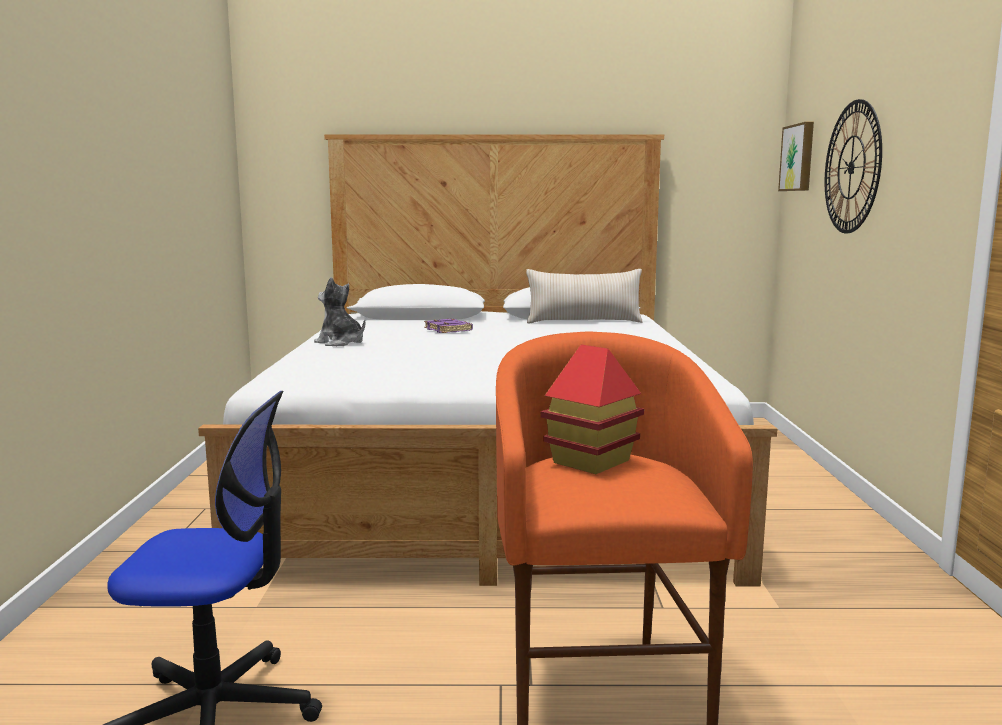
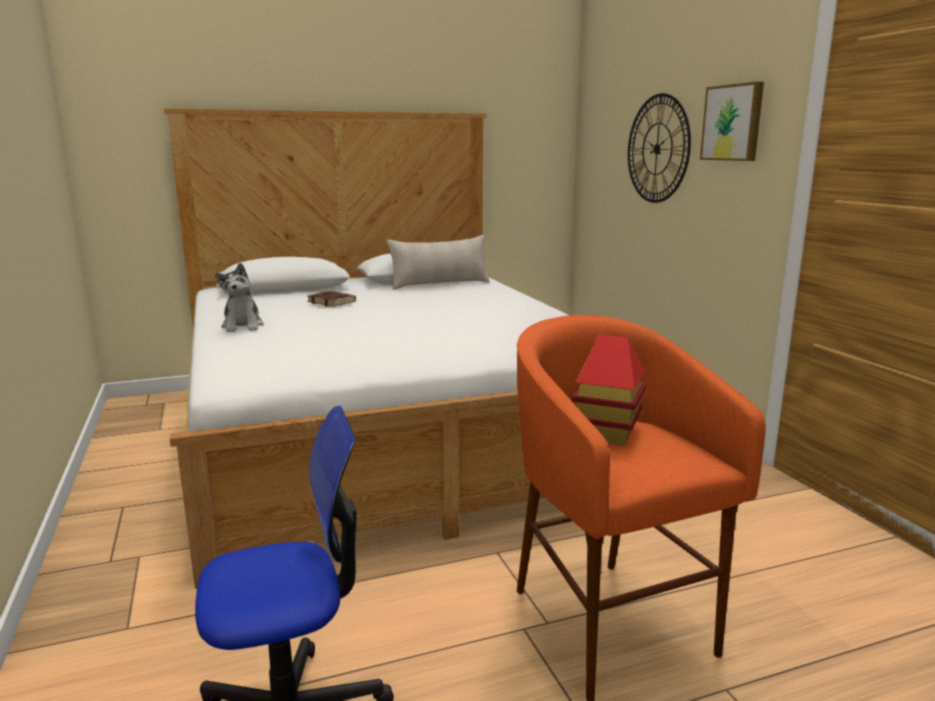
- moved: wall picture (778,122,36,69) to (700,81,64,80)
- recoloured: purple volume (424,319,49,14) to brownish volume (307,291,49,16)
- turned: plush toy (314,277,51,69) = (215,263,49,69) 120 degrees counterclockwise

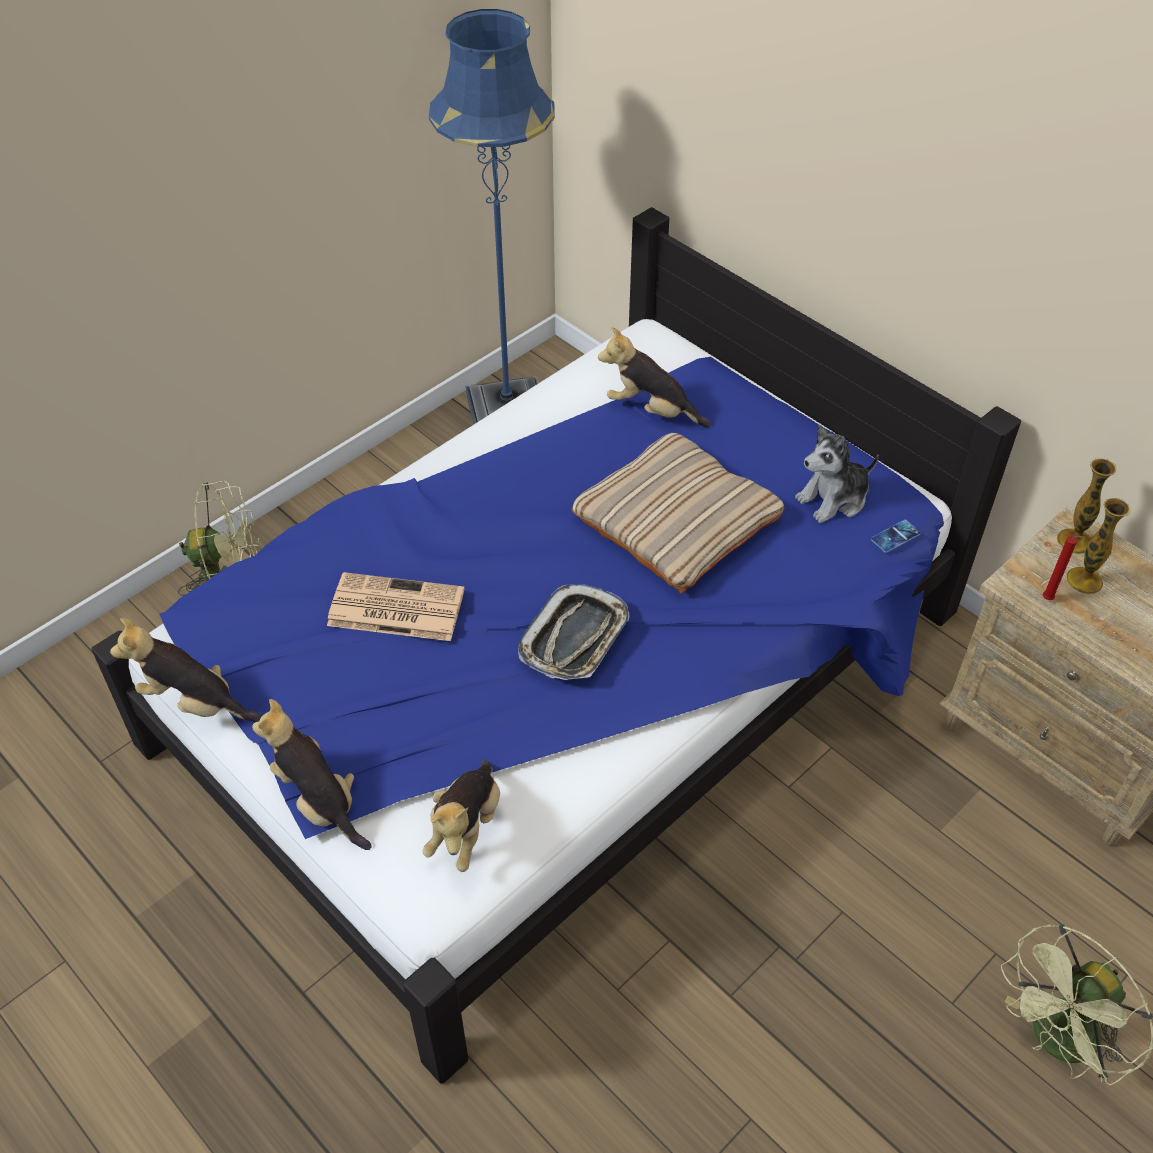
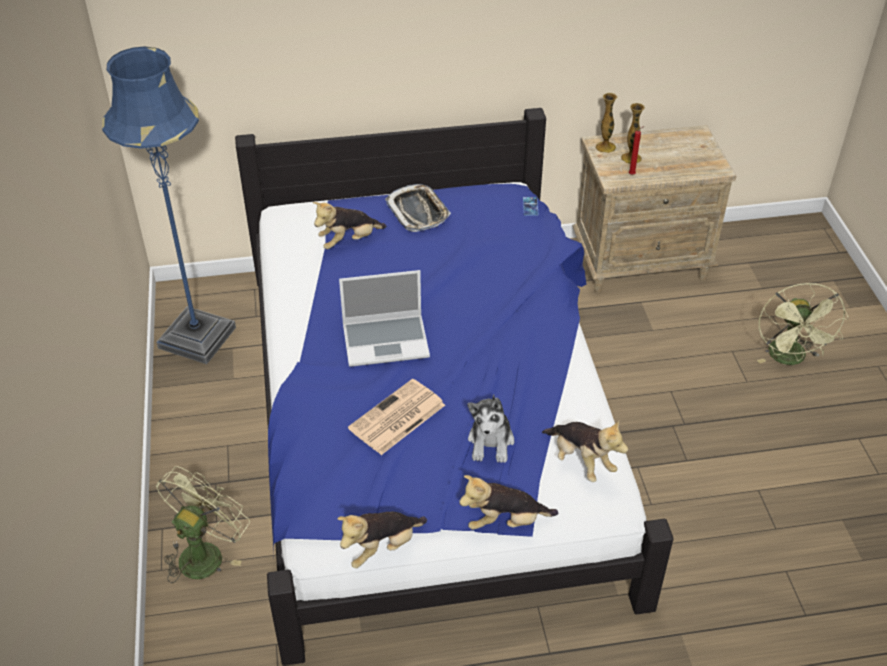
- removed: beige-coloured throw pillow (572,433,213,161)
- added: notebook computer (339,270,91,97)
- moved: serving tray (518,584,112,96) to (385,184,66,48)
- moved: plush toy (795,425,84,98) to (467,394,47,69)

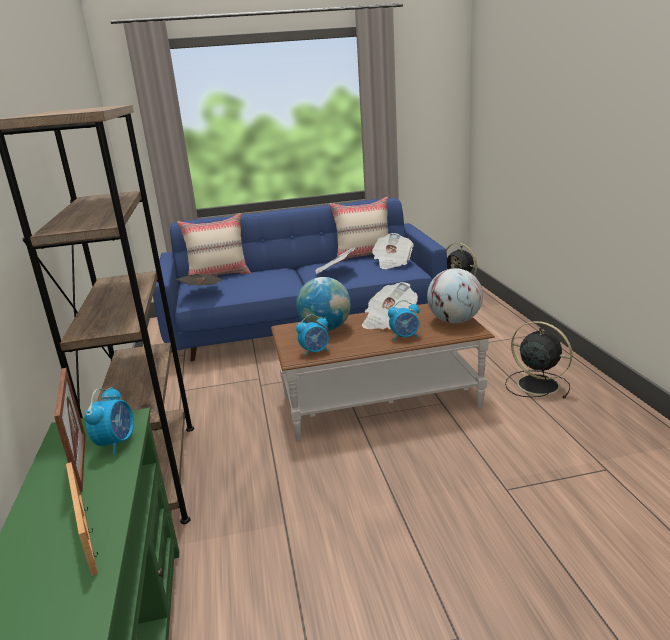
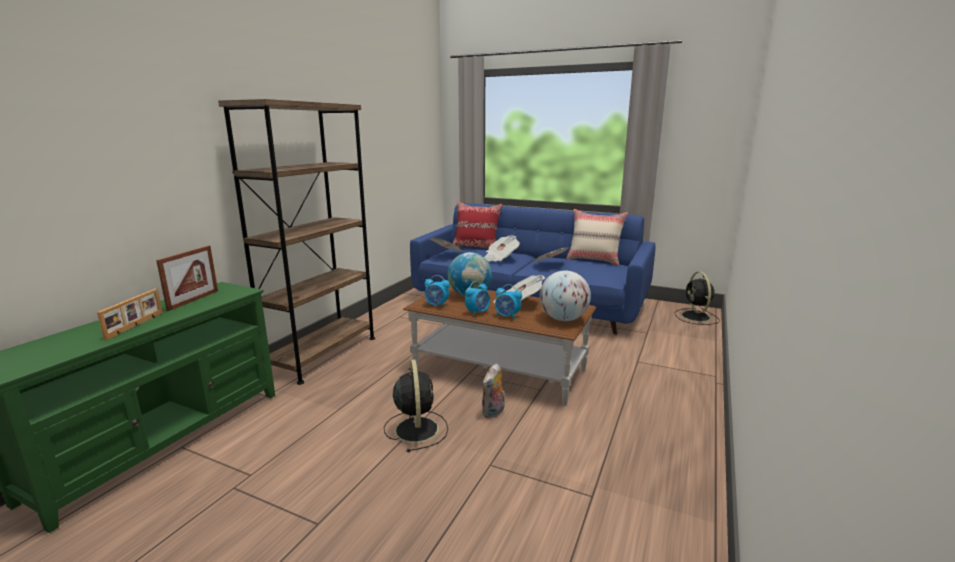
- added: plush toy (482,363,23,55)
- moved: alarm clock (84,387,50,68) to (465,281,25,35)
- moved: printed paper (372,233,42,36) to (484,235,36,26)
- moved: black-coloured cooling fan (505,321,67,77) to (384,359,64,93)
- recoloured: beige-coloured throw pillow (177,213,74,63) to reddish throw pillow (453,202,50,47)

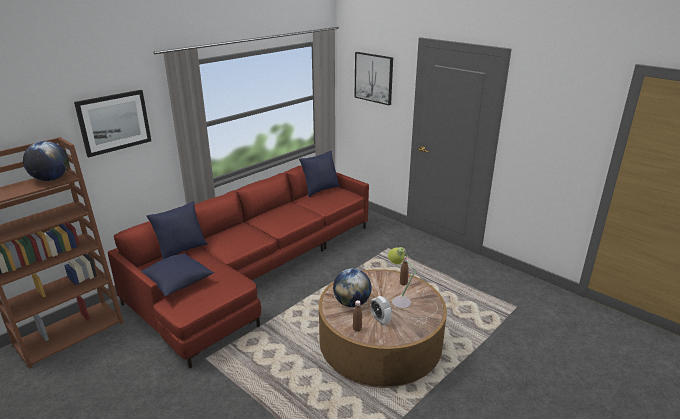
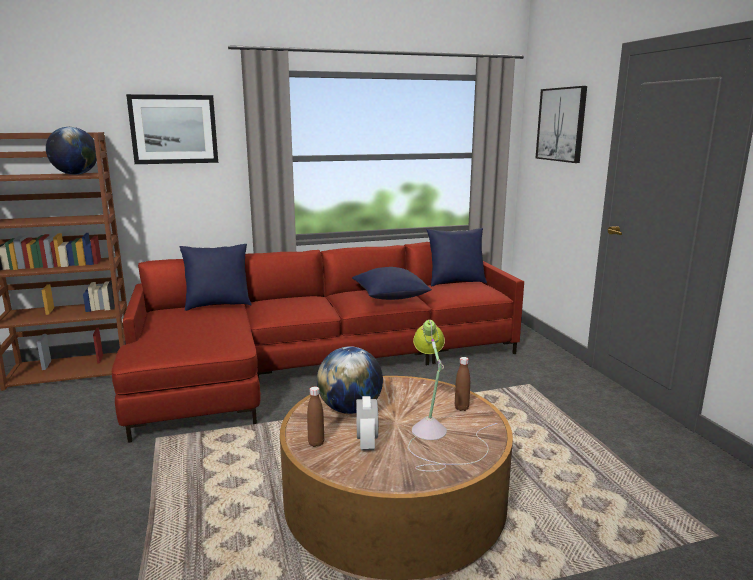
- moved: bluish throw pillow (141,253,73,43) to (352,267,80,33)

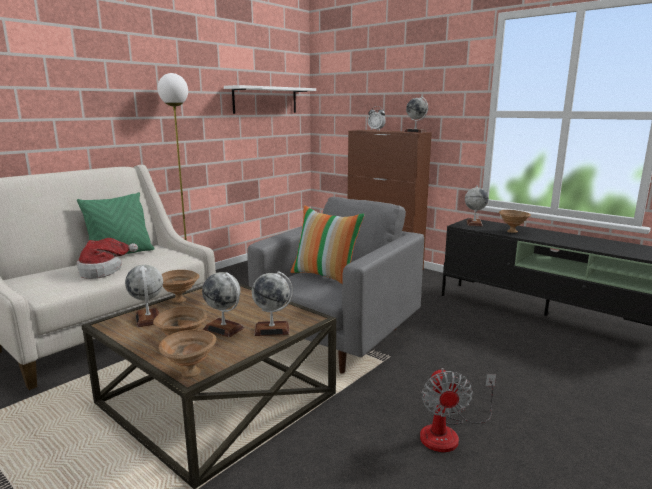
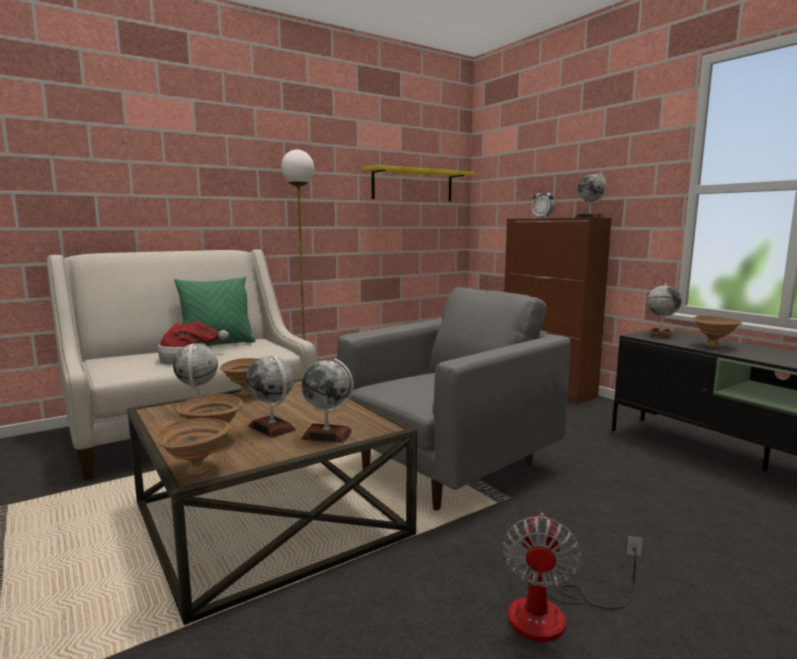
- removed: throw pillow (291,205,74,79)
- recoloured: white-coloured bracket shelf (224,85,92,29) to yellow bracket shelf (362,165,113,37)

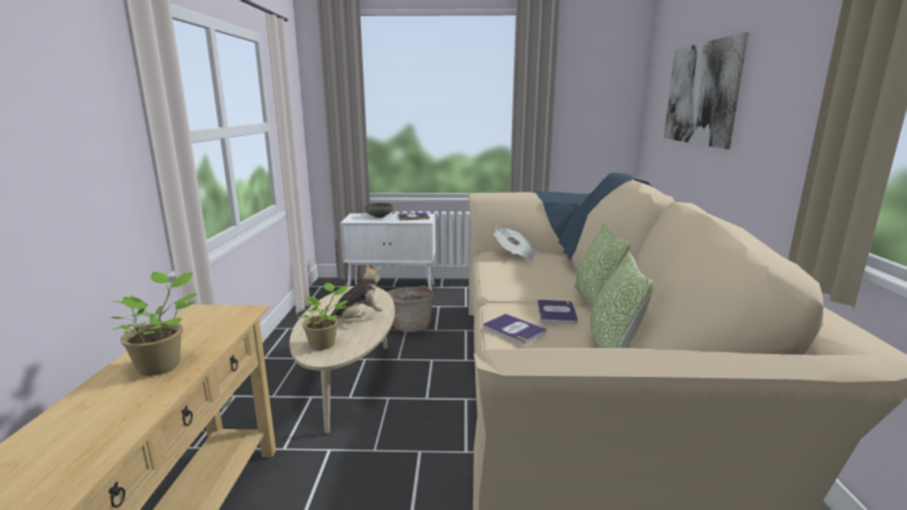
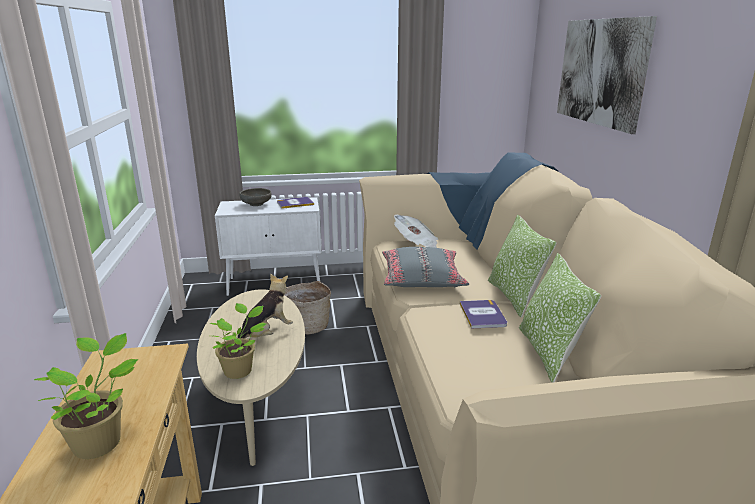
- removed: volume (483,314,64,30)
- added: greyish throw pillow (382,247,87,41)

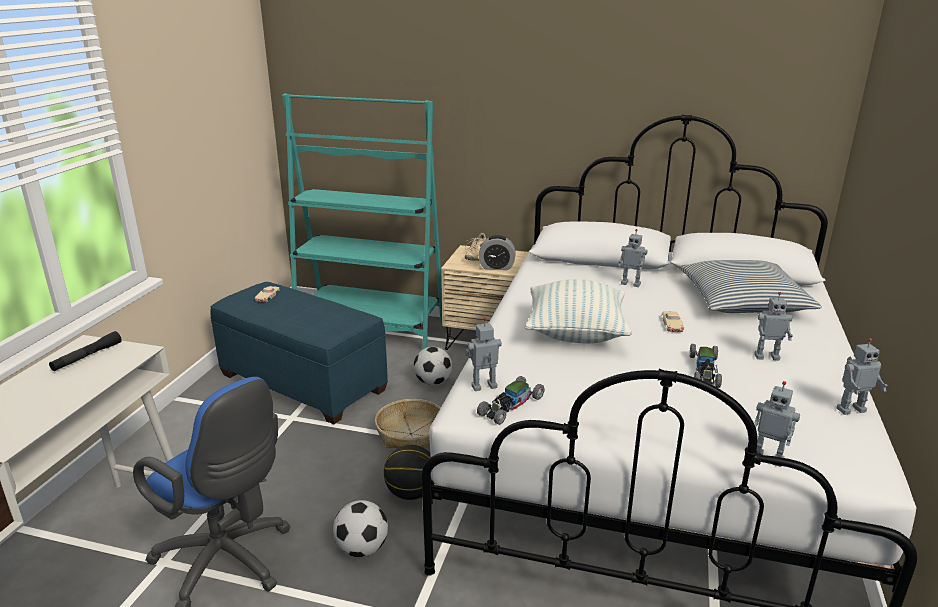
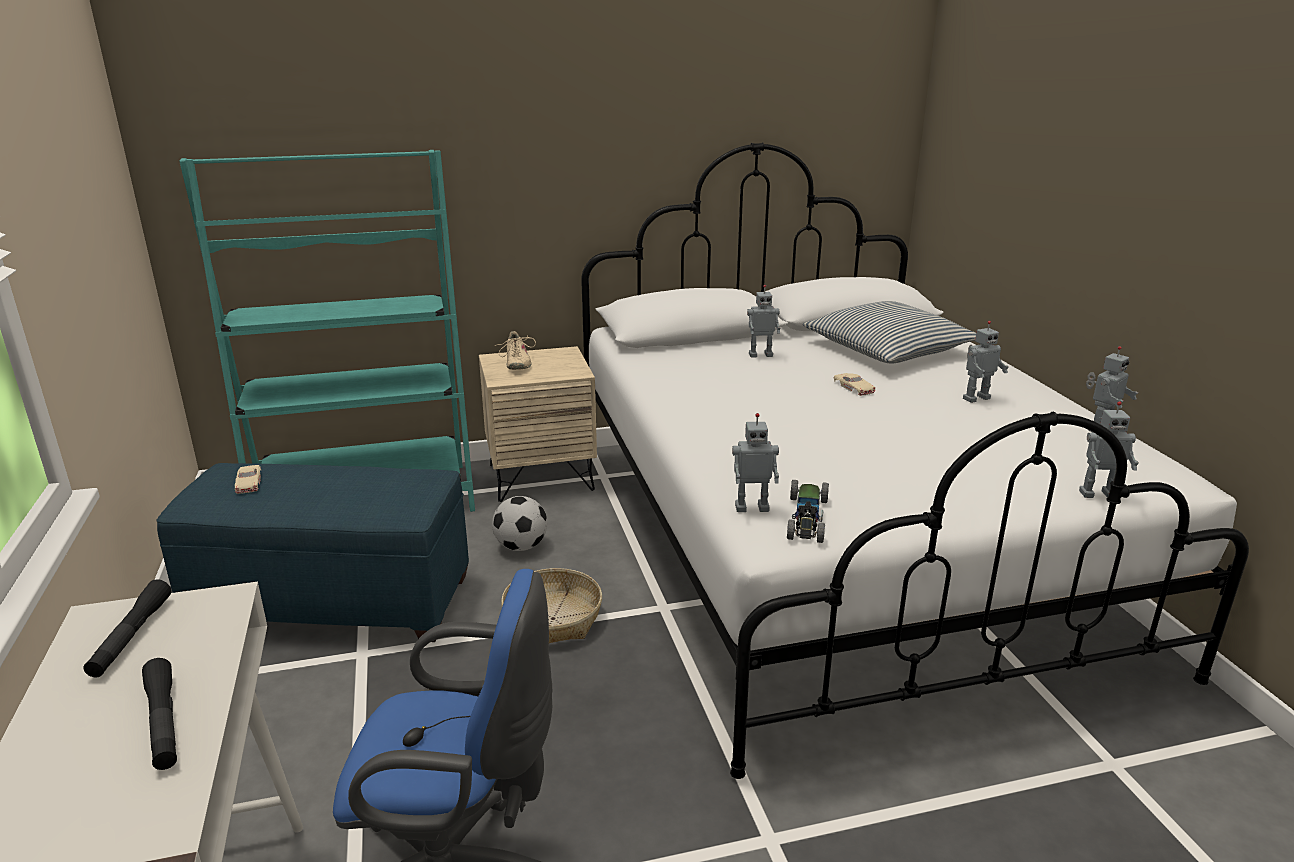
- removed: football (333,500,55,57)
- removed: ball for basketball (384,445,48,55)
- removed: alarm clock (479,235,37,36)
- removed: throw pillow (525,279,107,65)
- removed: miniature car (690,344,32,44)
- added: black-coloured hand torch (142,658,35,112)
- turned: robot figure (465,318,37,73) = (732,413,47,99) 135 degrees counterclockwise

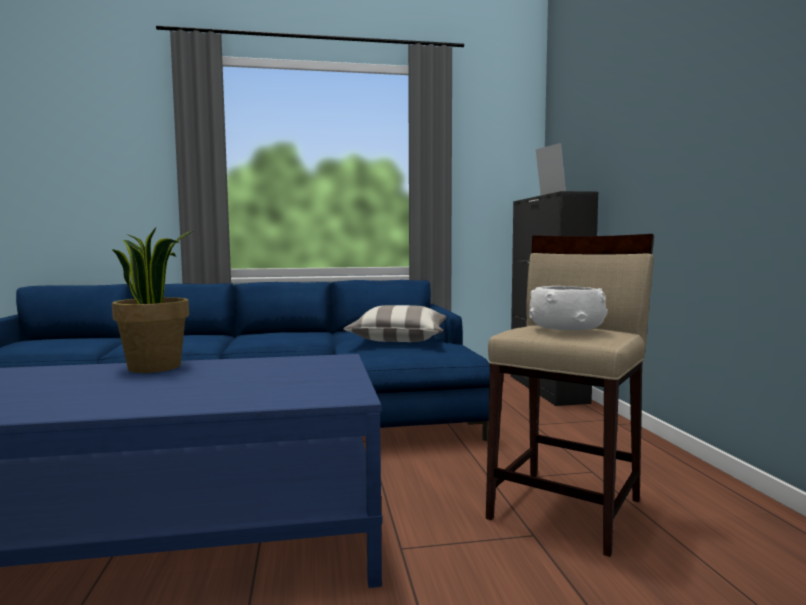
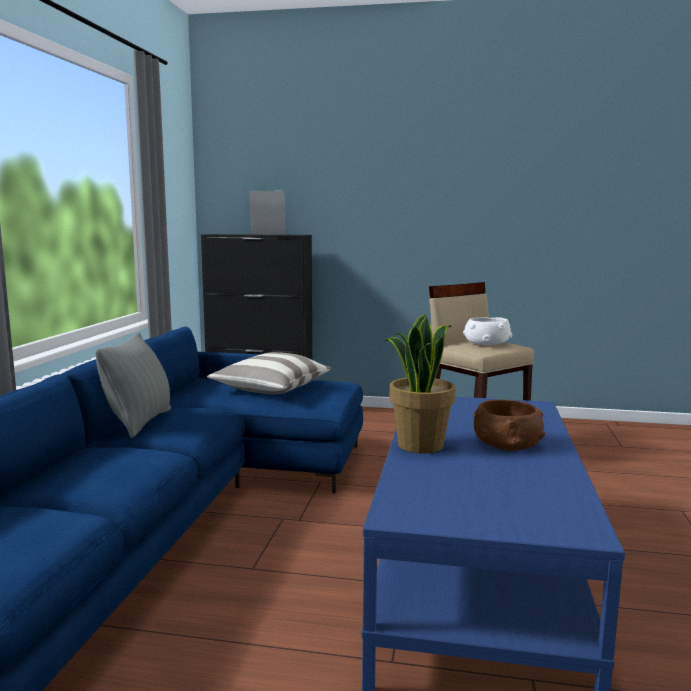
- added: greyish throw pillow (95,332,76,106)
- added: brownish bowl (474,399,71,52)

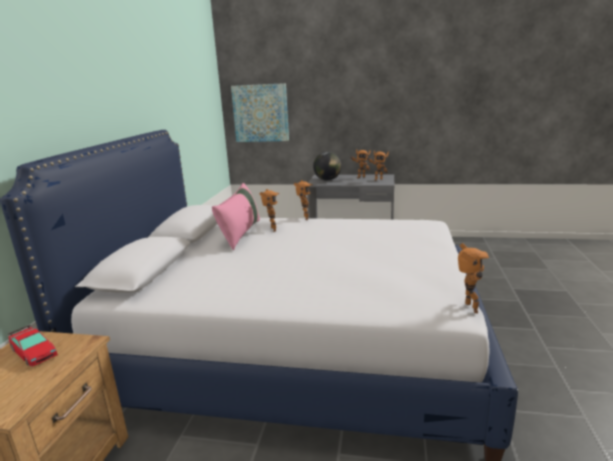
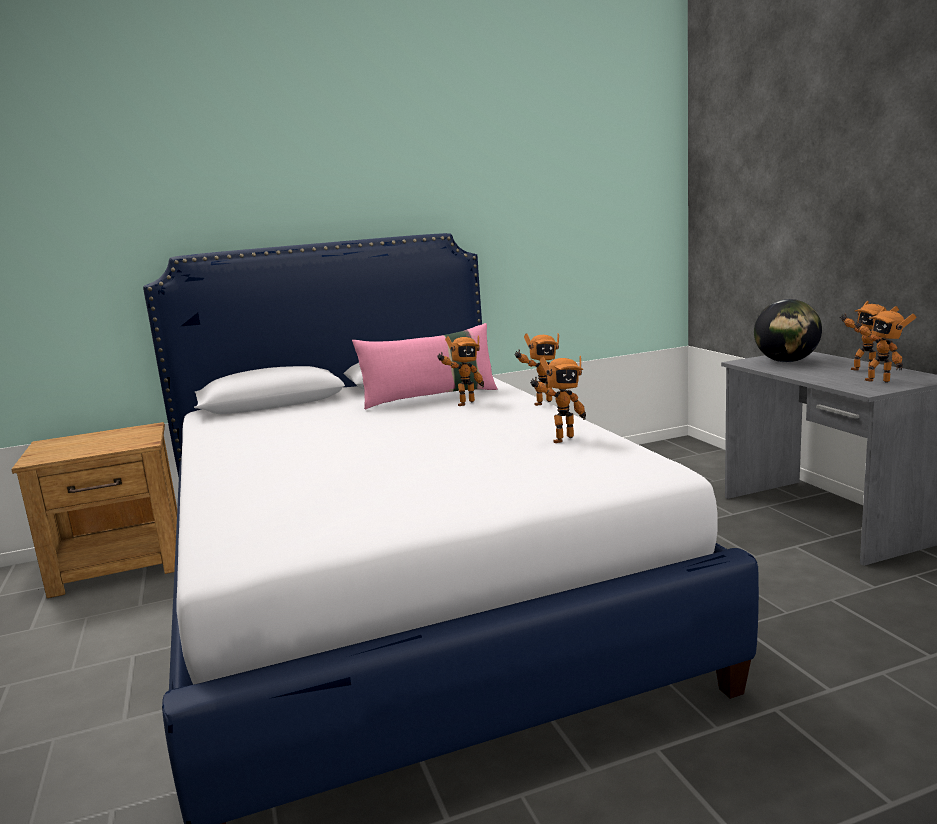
- removed: miniature car (8,325,50,42)
- removed: wall picture (231,83,58,59)
- moved: robot figure (458,243,31,70) to (530,356,56,87)

